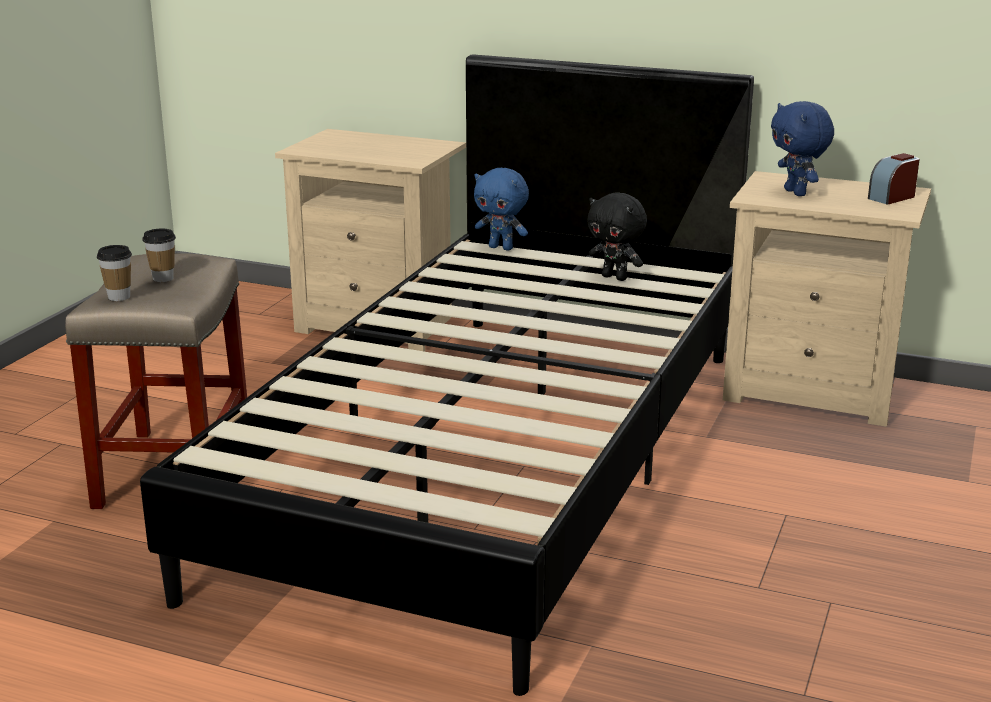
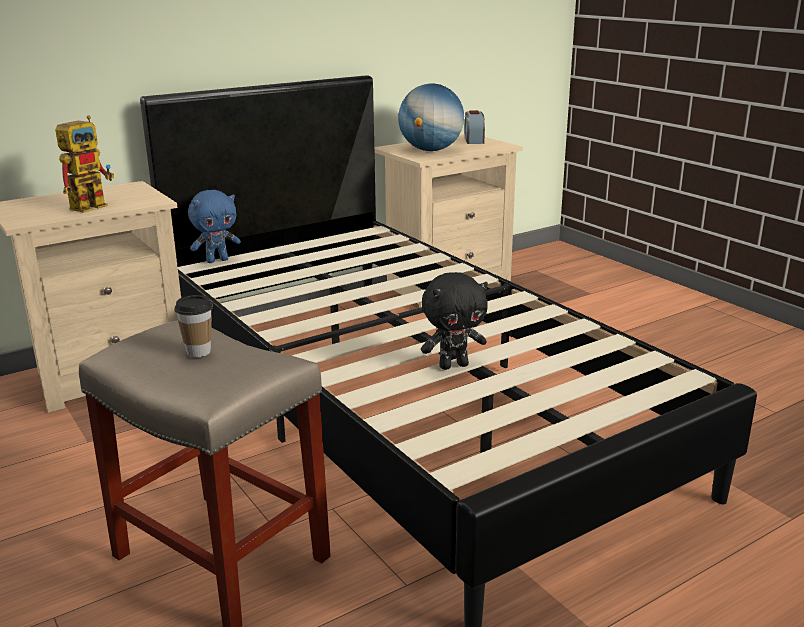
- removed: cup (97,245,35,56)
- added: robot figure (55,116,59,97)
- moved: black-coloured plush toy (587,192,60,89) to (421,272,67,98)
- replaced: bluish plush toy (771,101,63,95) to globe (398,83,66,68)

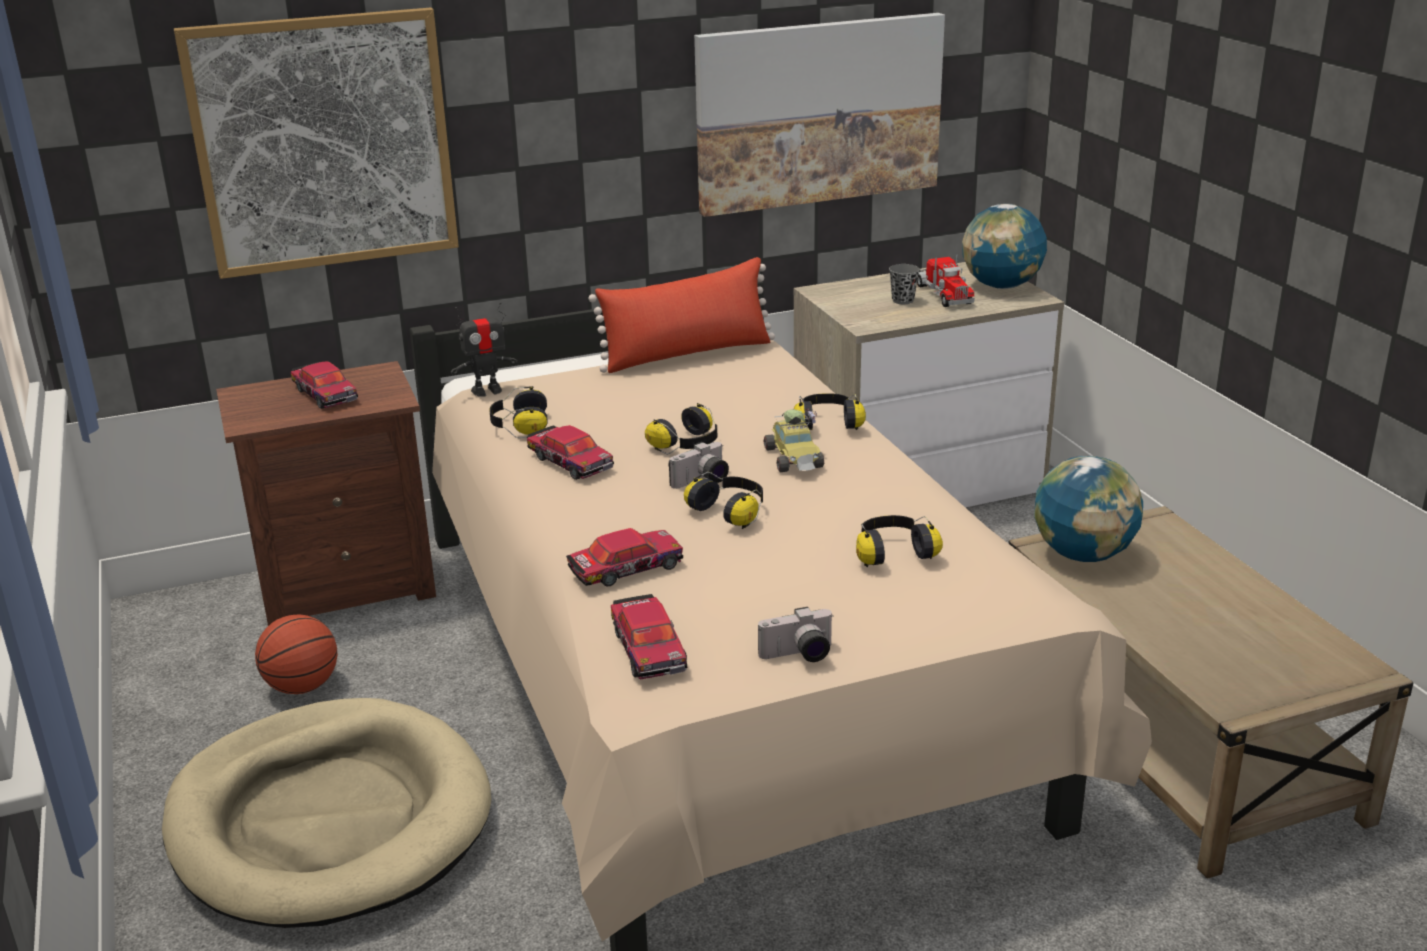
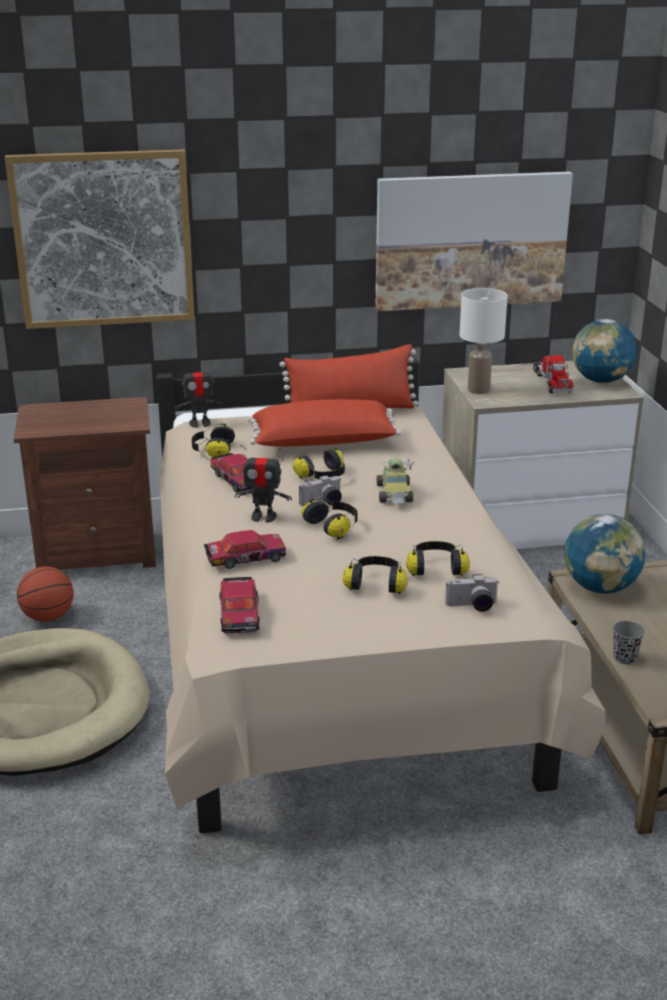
- removed: miniature car (291,361,67,48)
- added: robot figure (235,445,57,77)
- added: reddish throw pillow (247,399,154,48)
- added: white-coloured tabletop lamp (459,288,49,106)
- moved: photo camera (758,607,76,55) to (445,574,53,38)
- moved: pair of headphones (794,393,72,37) to (343,556,64,38)
- moved: greyish cup (889,264,31,40) to (613,621,32,43)

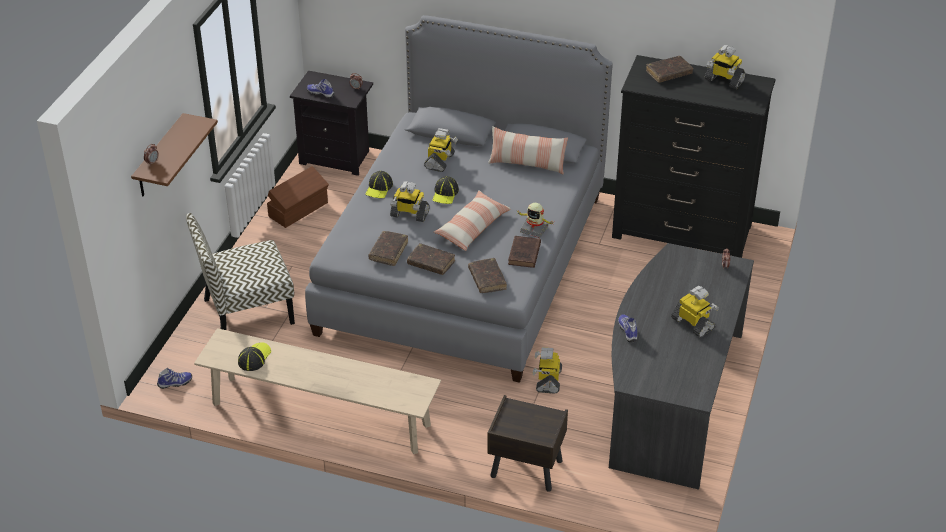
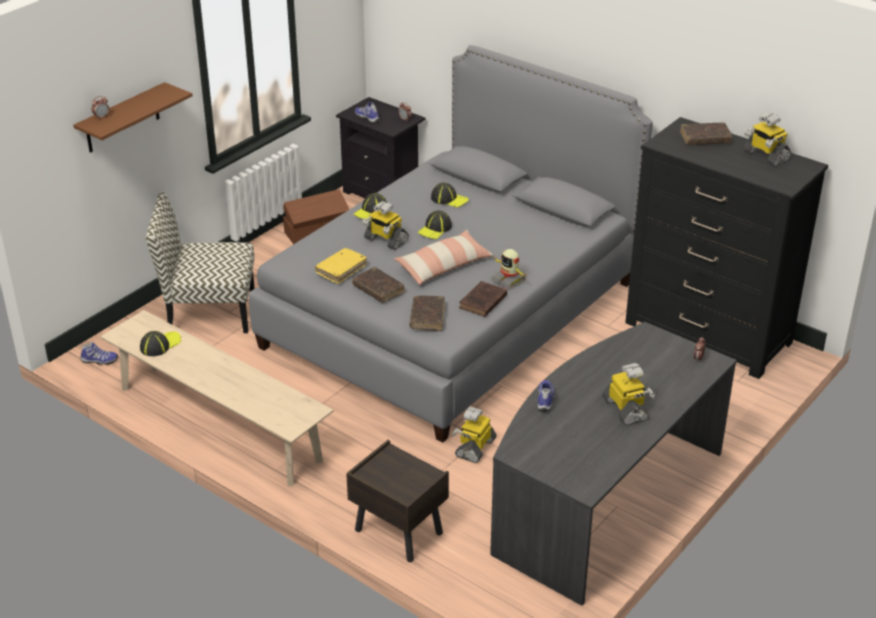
- removed: throw pillow (488,126,80,48)
- replaced: robot figure (424,128,34,44) to peaked cap (431,183,38,24)
- recoloured: brownish volume (368,231,40,35) to yellow volume (315,248,52,36)

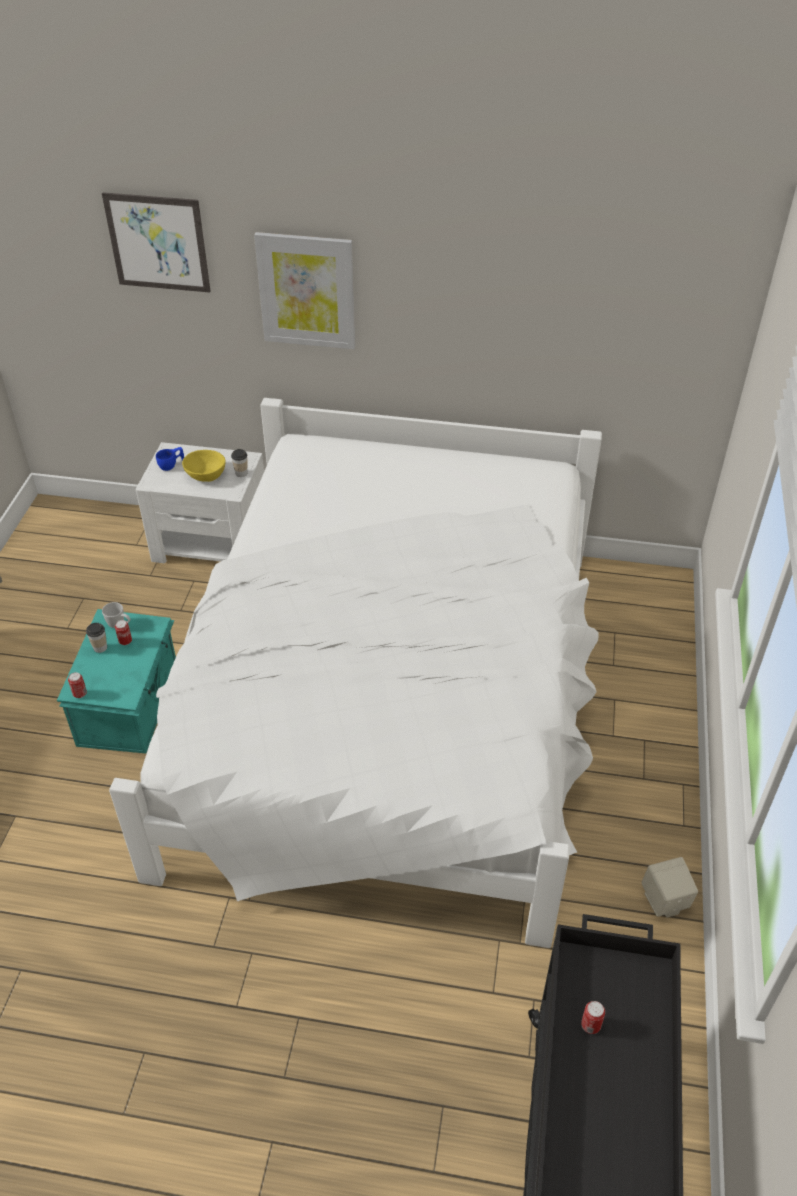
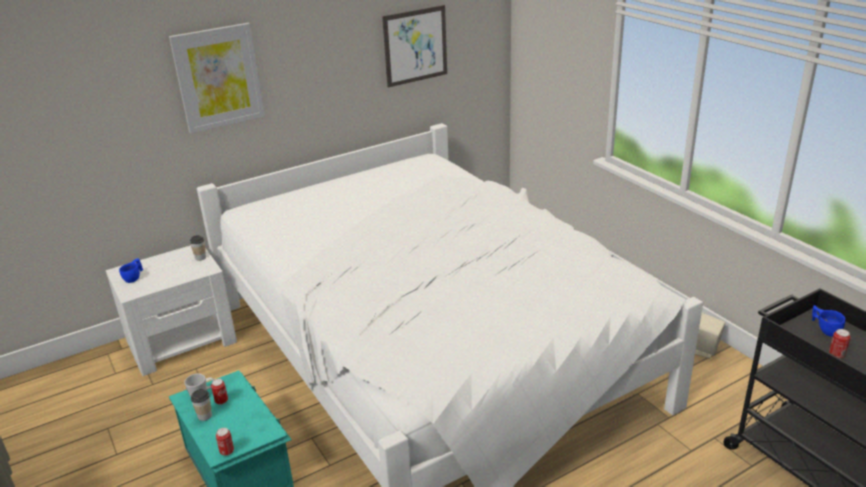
- removed: yellow bowl (182,450,44,32)
- added: bluish cup (812,305,33,32)
- moved: wall picture (102,192,108,100) to (382,5,65,82)

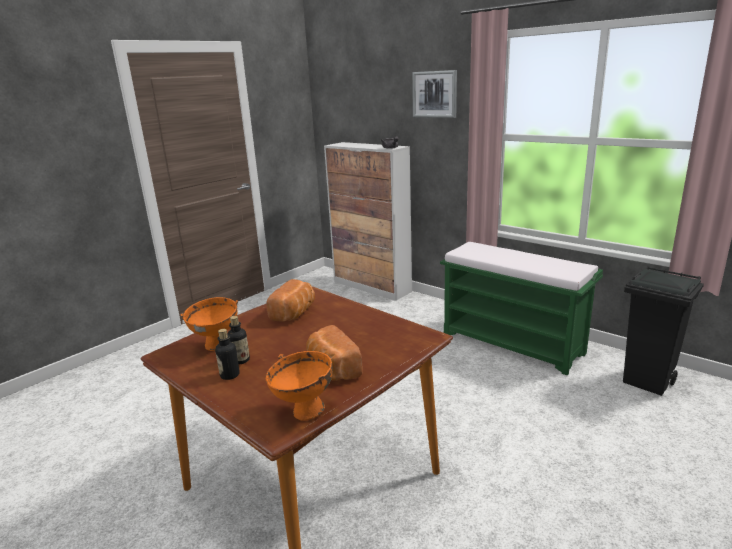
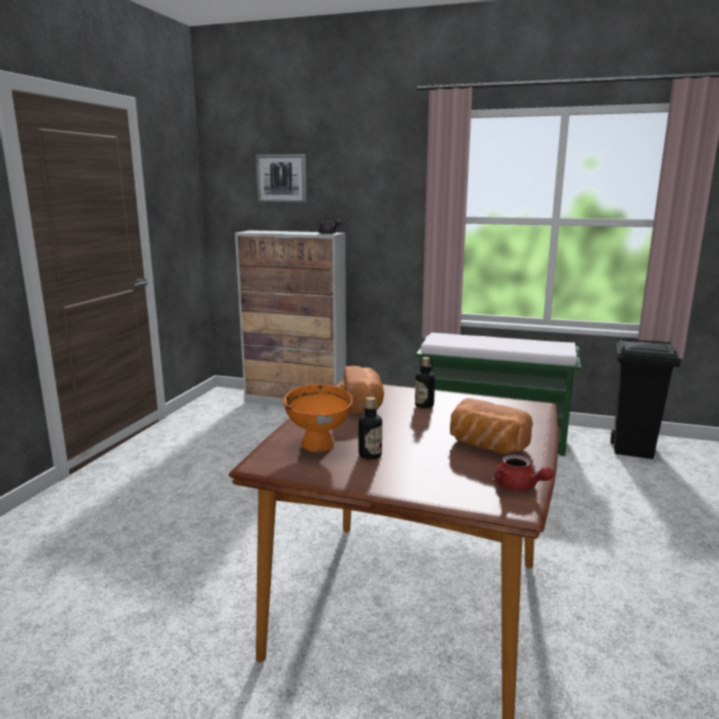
- moved: beverage bottle (215,329,24,51) to (415,357,20,51)
- moved: wall picture (412,70,45,48) to (255,154,52,49)
- replaced: orangey bowl (266,351,67,69) to reddish teapot (494,455,60,36)

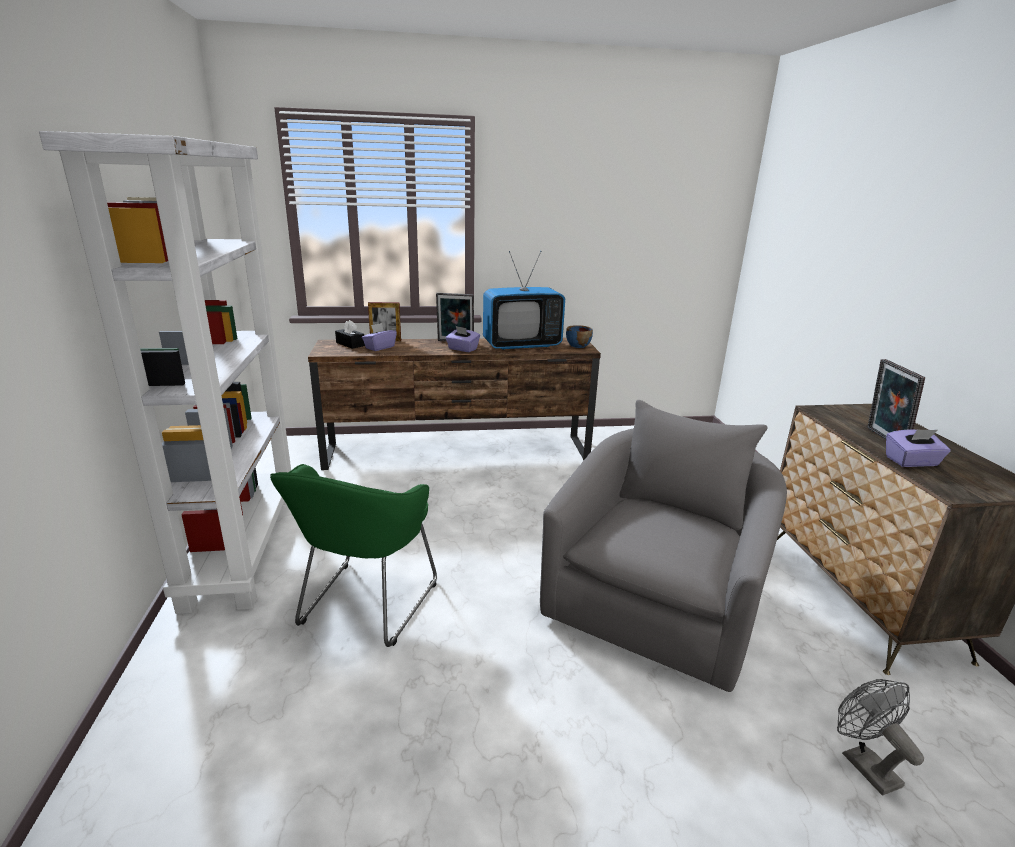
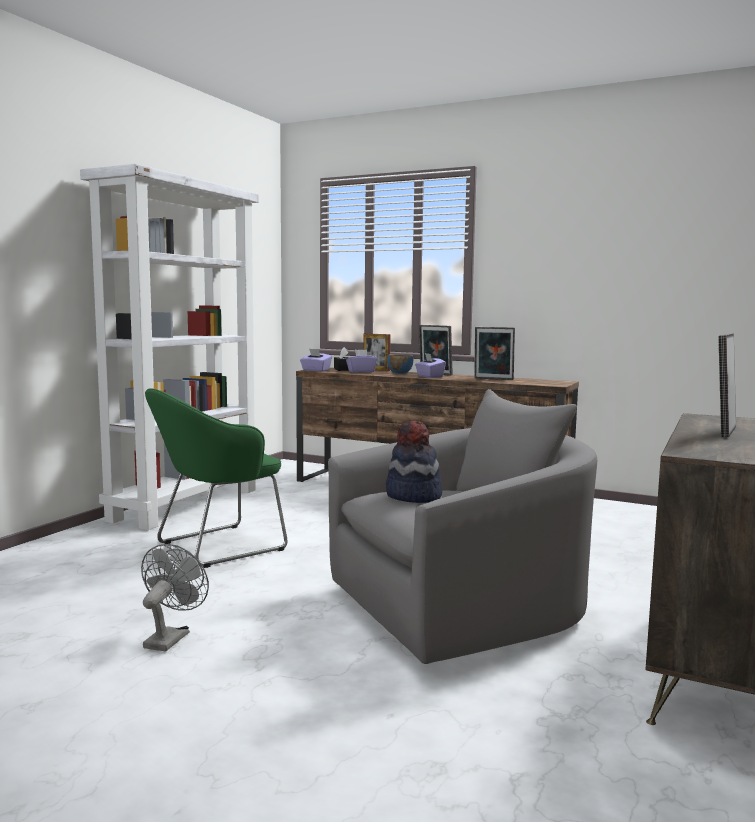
- added: clothing hat (386,420,56,83)
- moved: bluish bowl (566,325,27,23) to (387,354,26,19)
- moved: greyish cooling fan (837,679,87,117) to (141,544,68,108)
- moved: purple tissue box (886,429,65,38) to (300,349,32,23)
- replaced: television (483,251,82,99) to photo frame (474,327,41,53)

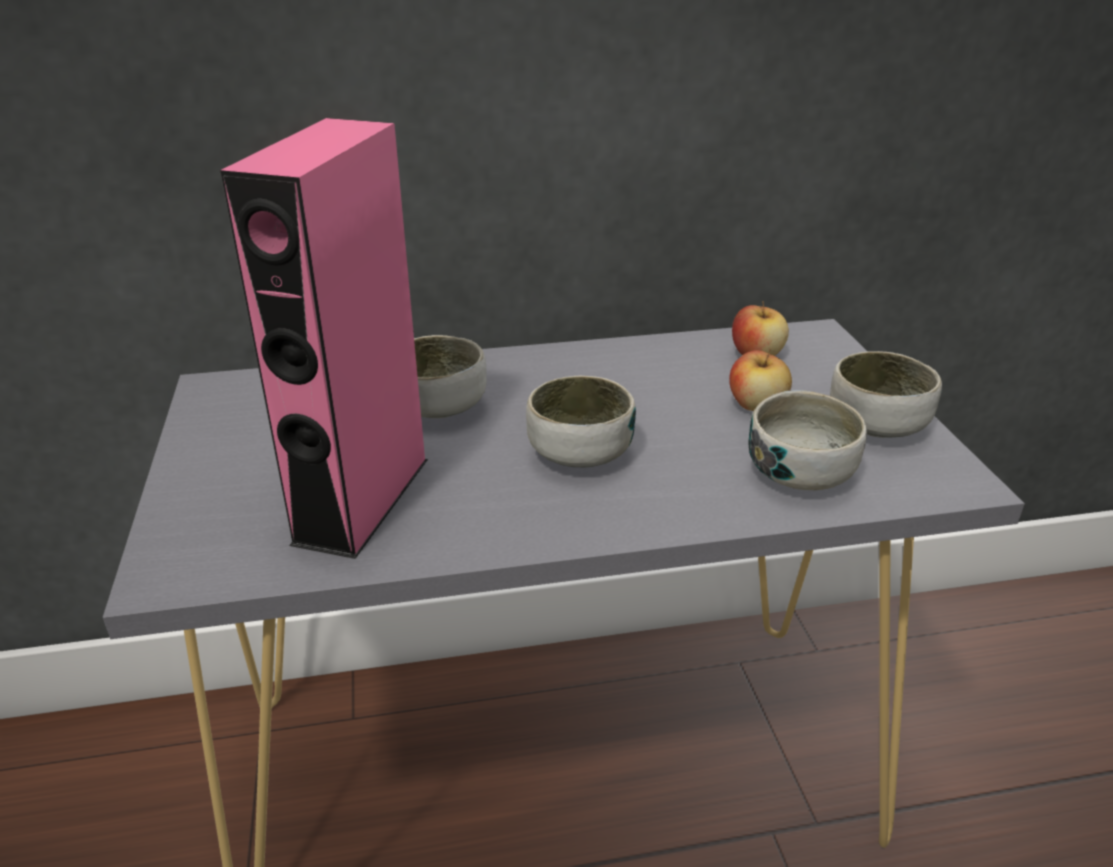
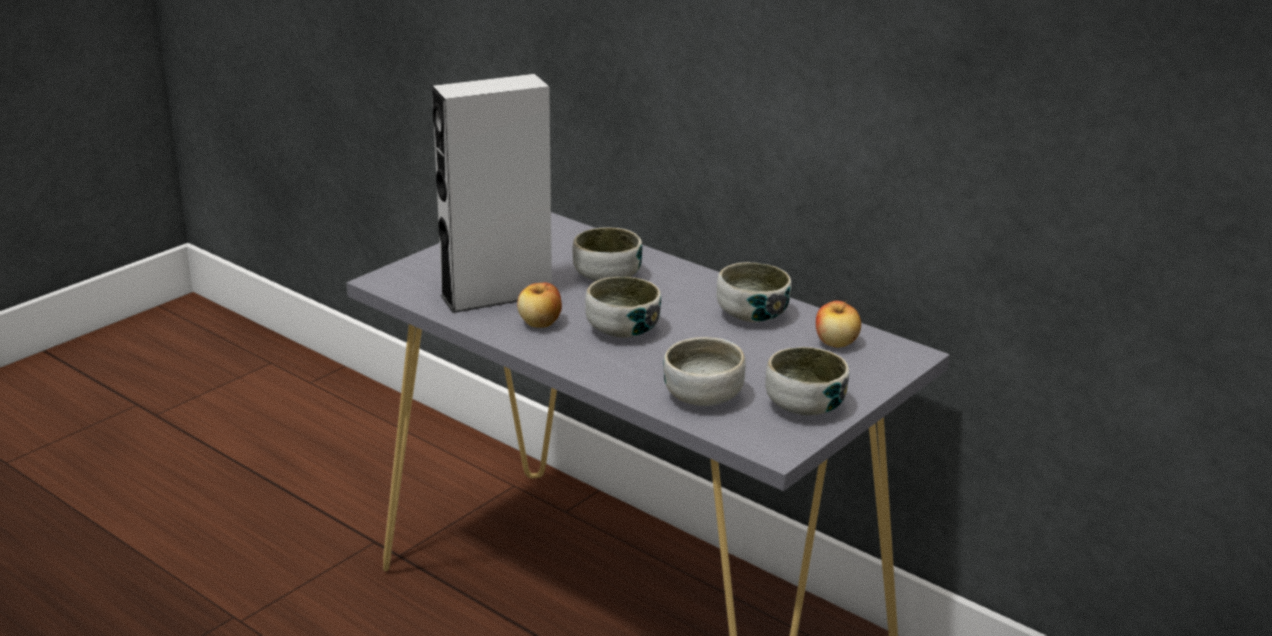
- added: bowl (717,262,74,60)
- moved: apple (729,349,63,62) to (517,282,45,46)
- recoloured: pink audio speaker (220,118,208,441) to greyish audio speaker (432,74,120,239)

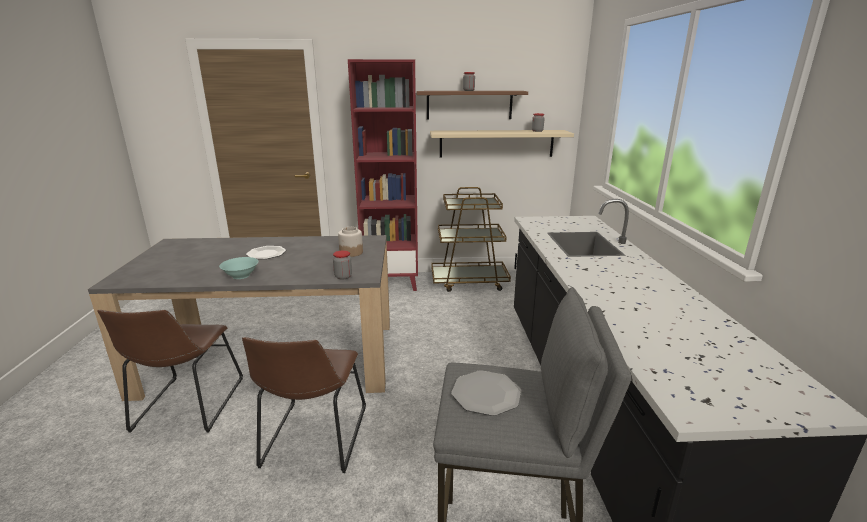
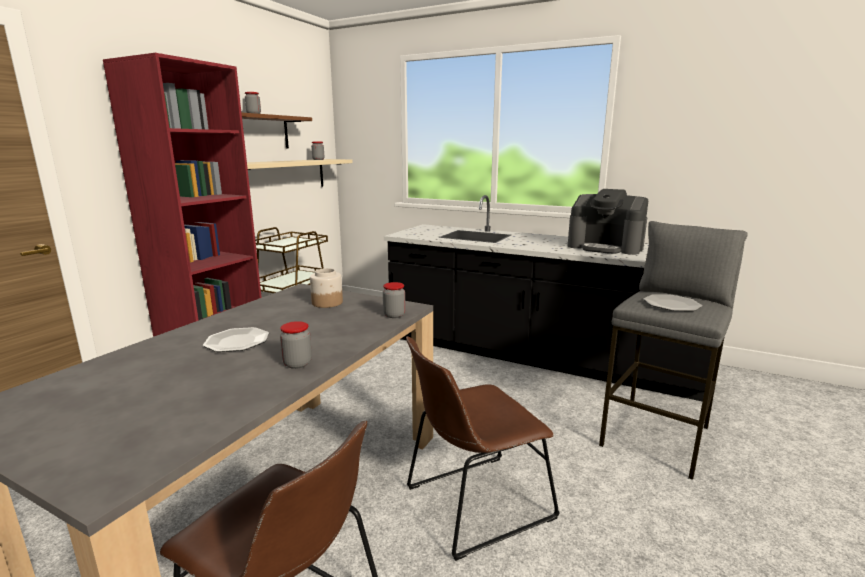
- added: coffee brewer (567,189,81,66)
- replaced: turquoise-coloured bowl (219,257,39,22) to storage jar (280,321,32,48)
- turned: brownish upright chair (242,337,124,136) = (406,336,154,225) 120 degrees clockwise

